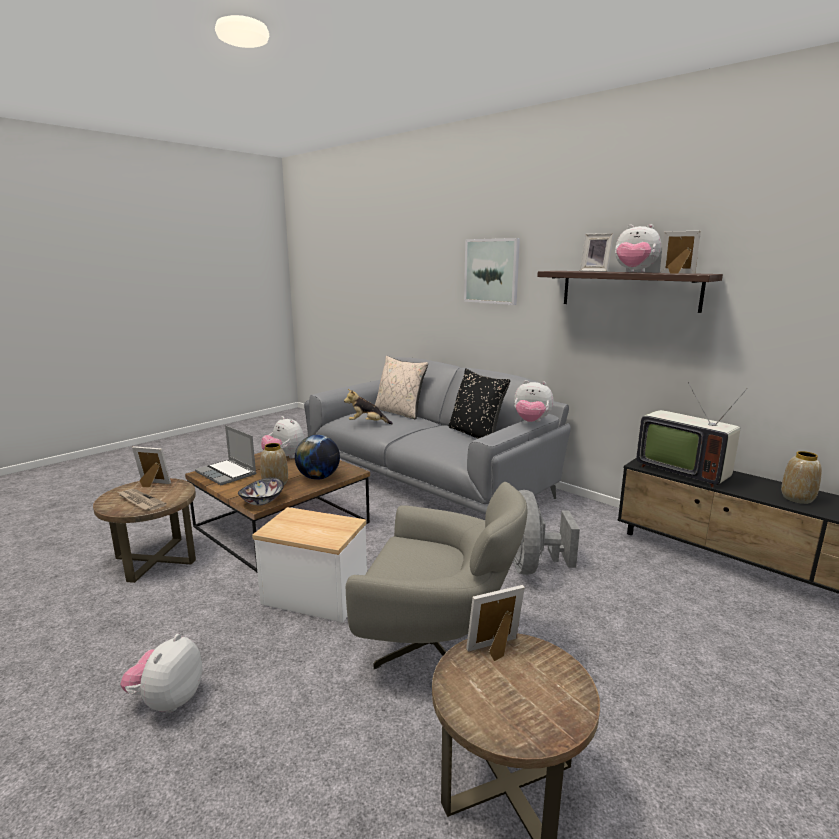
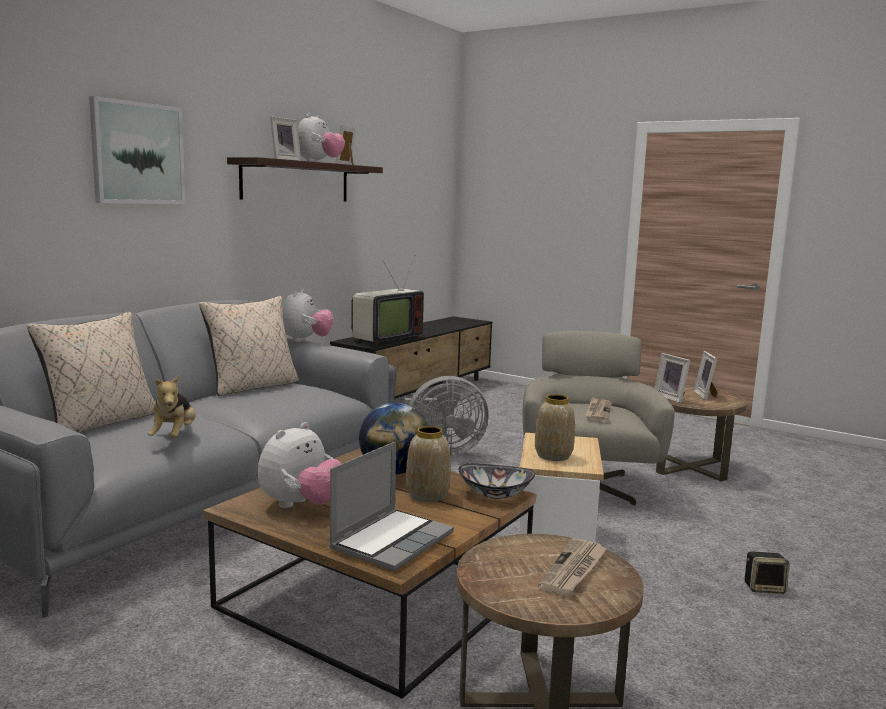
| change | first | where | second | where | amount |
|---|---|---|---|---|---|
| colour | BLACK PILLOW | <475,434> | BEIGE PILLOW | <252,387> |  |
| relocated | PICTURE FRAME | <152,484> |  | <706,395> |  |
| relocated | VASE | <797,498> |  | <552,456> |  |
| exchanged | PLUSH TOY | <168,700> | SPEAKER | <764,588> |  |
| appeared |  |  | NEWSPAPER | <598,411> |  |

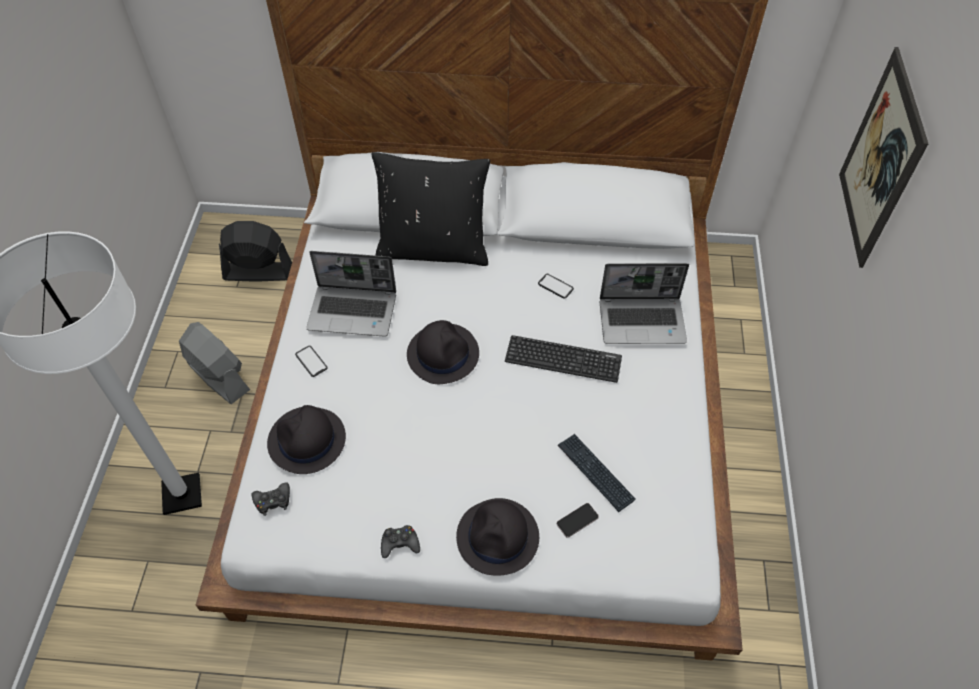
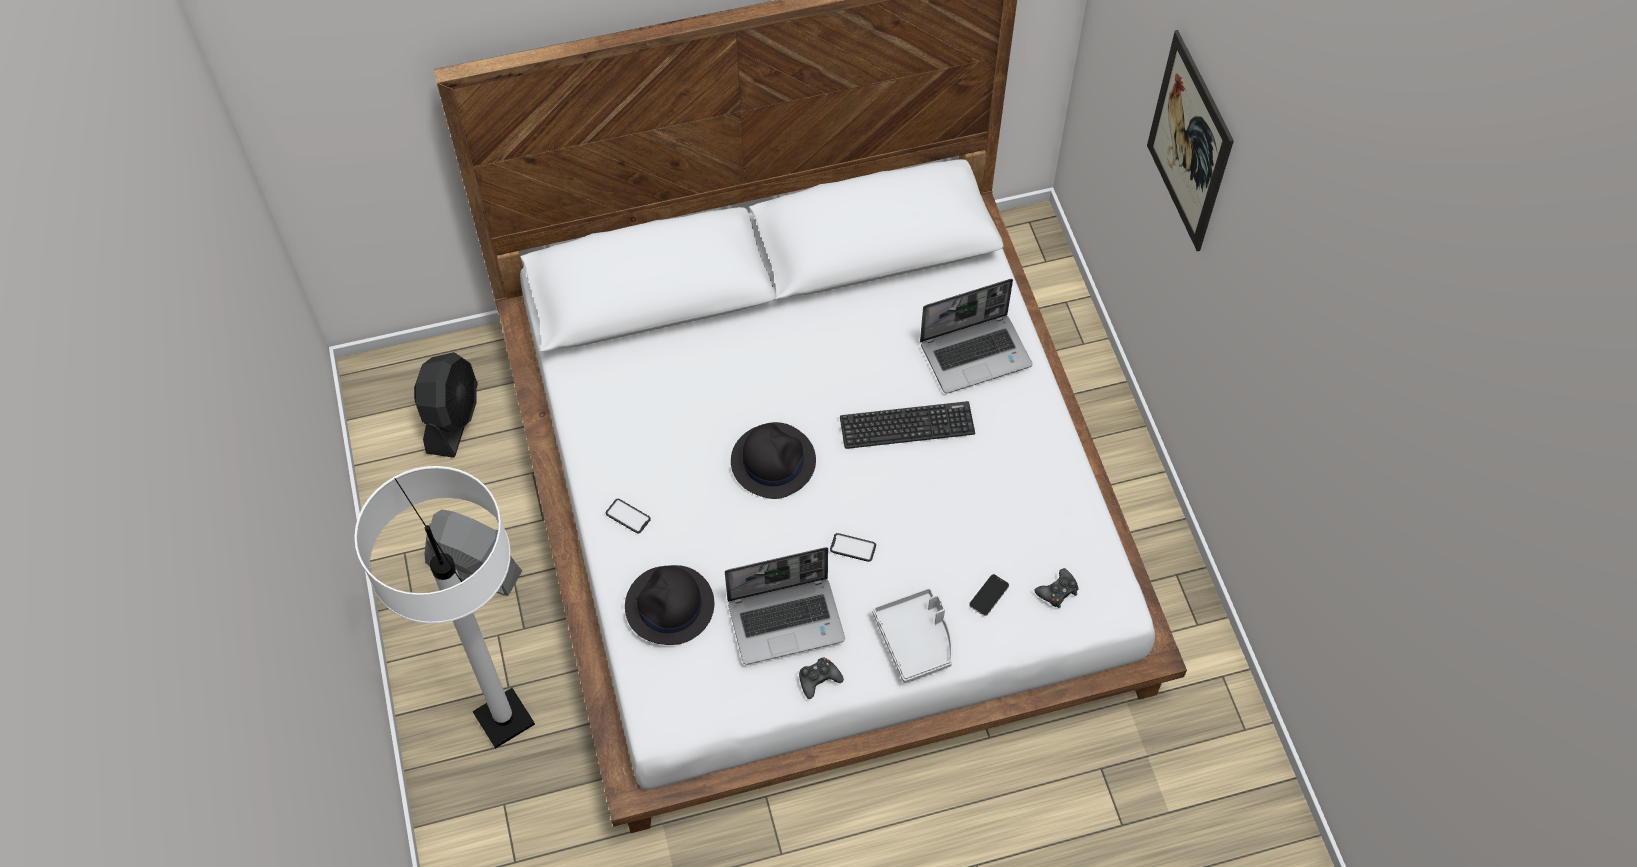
| change | first | where | second | where | amount |
|---|---|---|---|---|---|
| missing | BLACK PILLOW | <434,248> |  |  |  |
| spun | BLACK FAN | <257,271> |  | <452,418> | 120 degrees clockwise |
| relocated | LAPTOP | <354,311> |  | <787,620> |  |
| relocated | PHONE | <555,286> |  | <853,548> |  |
| missing | KEYBOARD | <595,472> |  |  |  |
| relocated | BLACK GAME CONTROLLER | <273,501> |  | <1057,591> |  |
| exchanged | BLACK HAT | <498,537> | GREY TRAY | <916,639> |  |

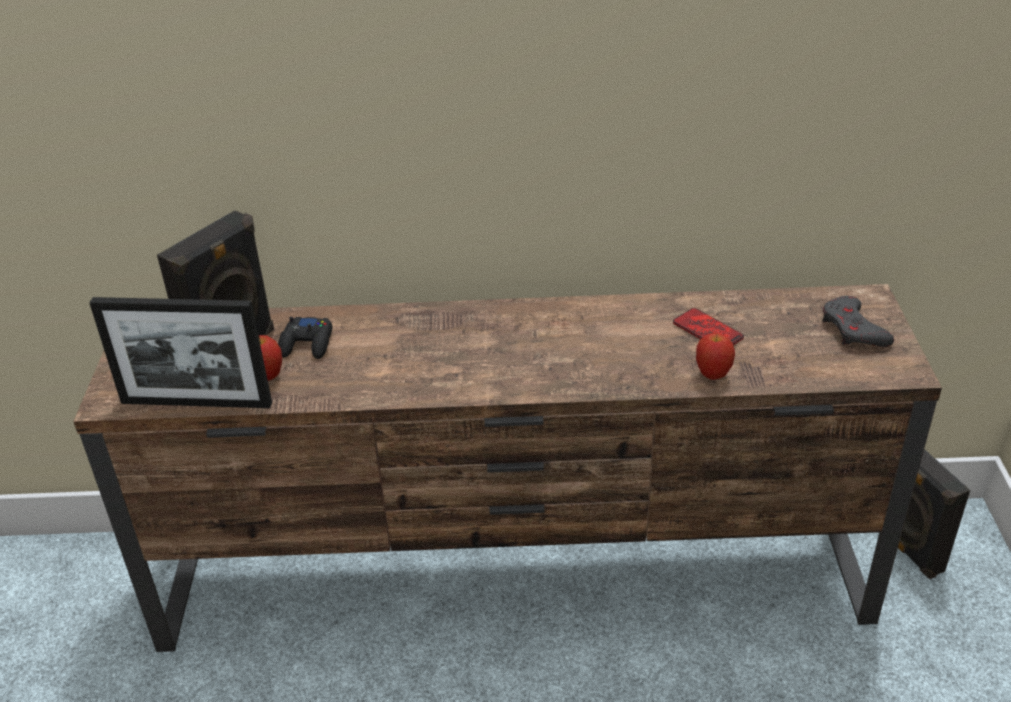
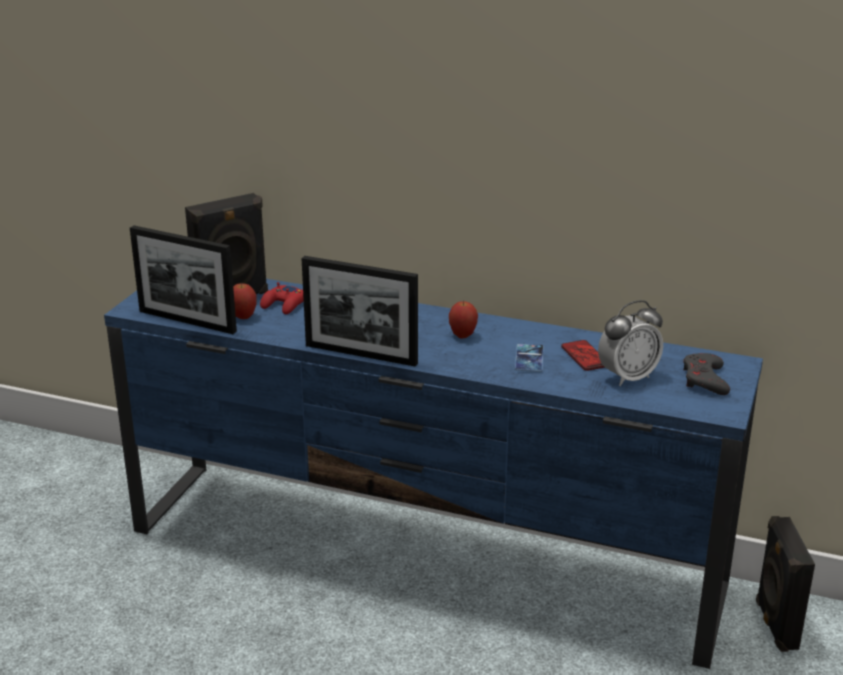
| change | first | where | second | where | amount |
|---|---|---|---|---|---|
| colour | BROWN TV STAND | <517,579> | BLUE TV STAND | <424,558> |  |
| colour | BLACK GAME CONTROLLER | <307,344> | RED GAME CONTROLLER | <284,304> |  |
| relocated | APPLE | <712,375> |  | <463,336> |  |
| appeared |  |  | PICTURE FRAME | <361,354> |  |
| appeared |  |  | ALARM CLOCK | <628,377> |  |
| appeared |  |  | PHONE | <529,358> |  |

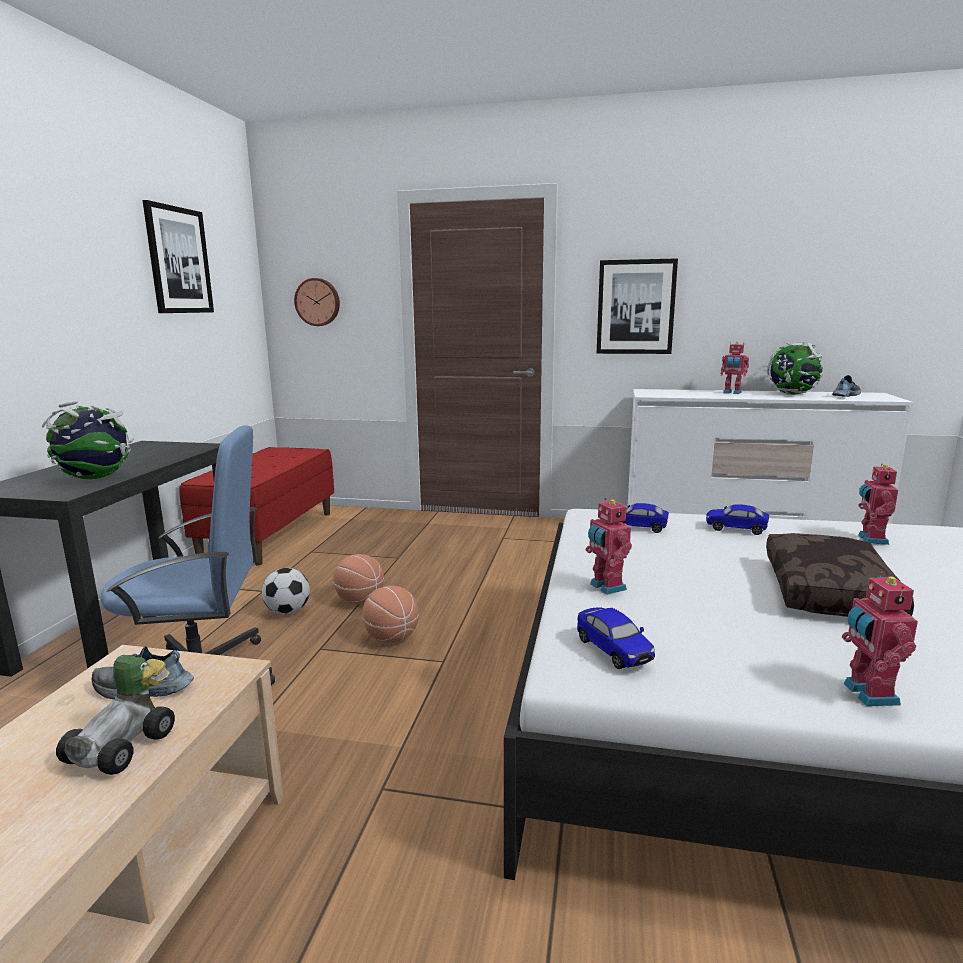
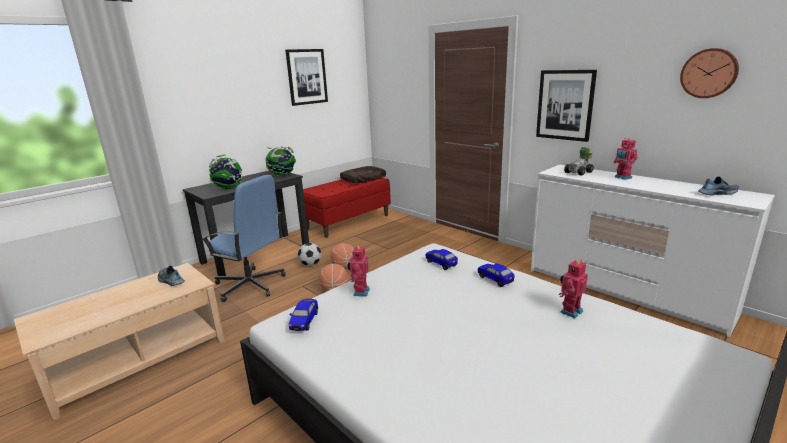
| change | first | where | second | where | amount |
|---|---|---|---|---|---|
| relocated | WALL CLOCK | <318,302> |  | <709,73> |  |
| relocated | GLOBE | <791,394> |  | <282,175> |  |
| relocated | BROWN PILLOW | <831,592> |  | <363,180> |  |
| missing | TOY ROBOT | <867,694> |  |  |  |
| relocated | TOY CAR | <127,744> |  | <580,172> |  |

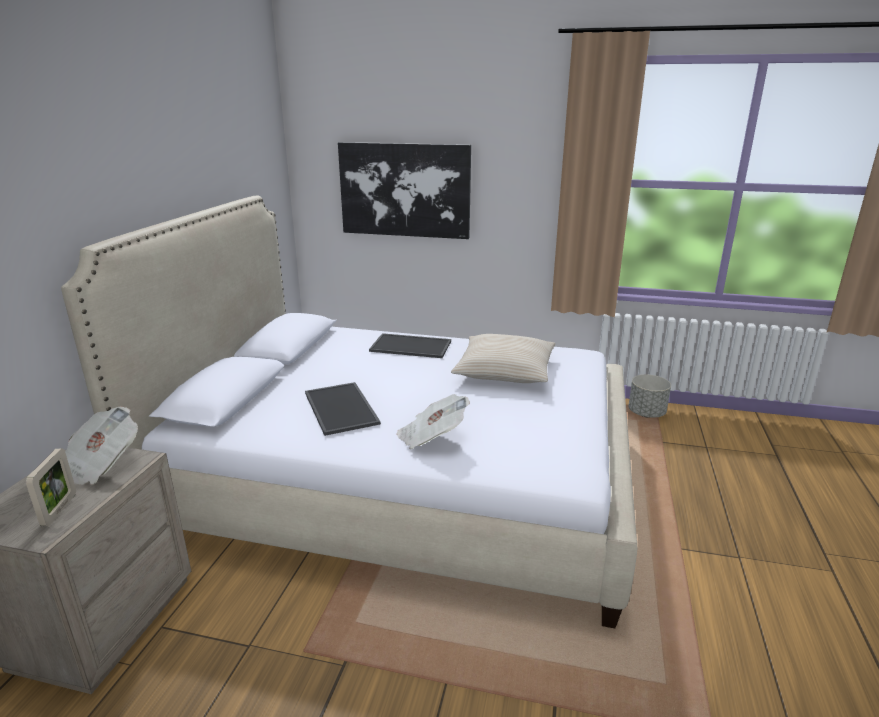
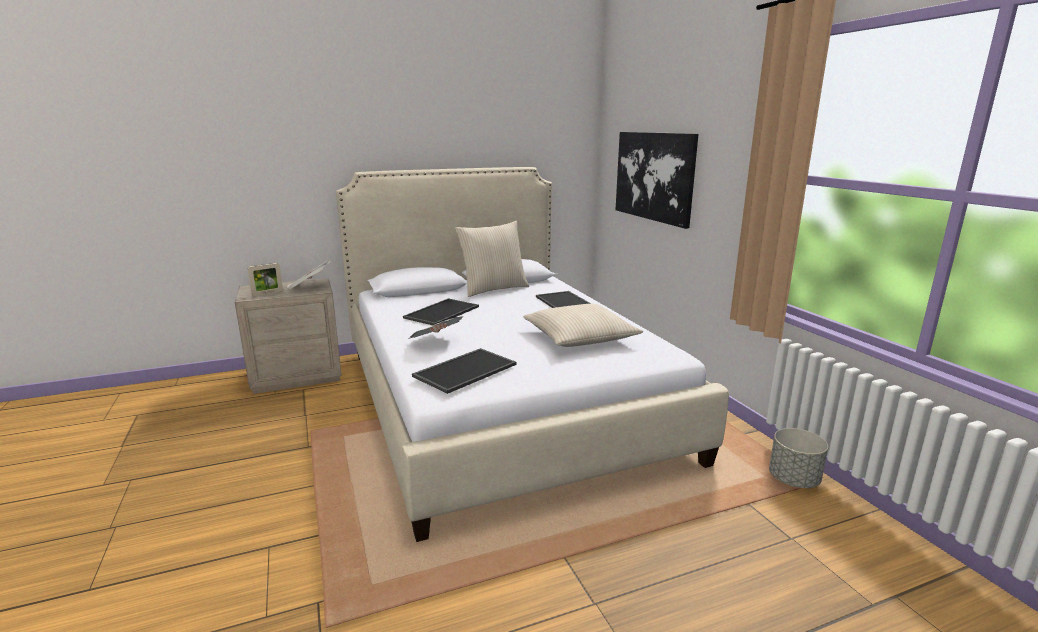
| change | first | where | second | where | amount |
|---|---|---|---|---|---|
| appeared |  |  | BEIGE PILLOW | <493,289> |  |
| appeared |  |  | TRAY | <465,369> |  |

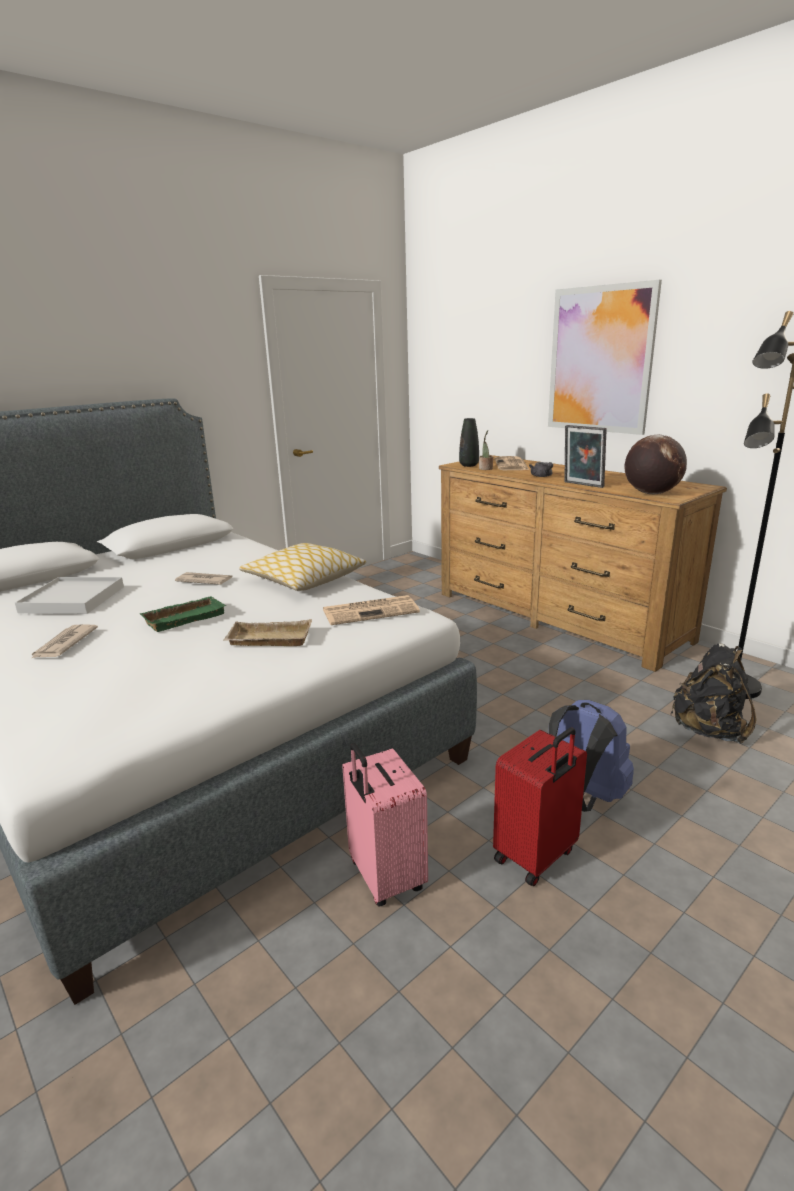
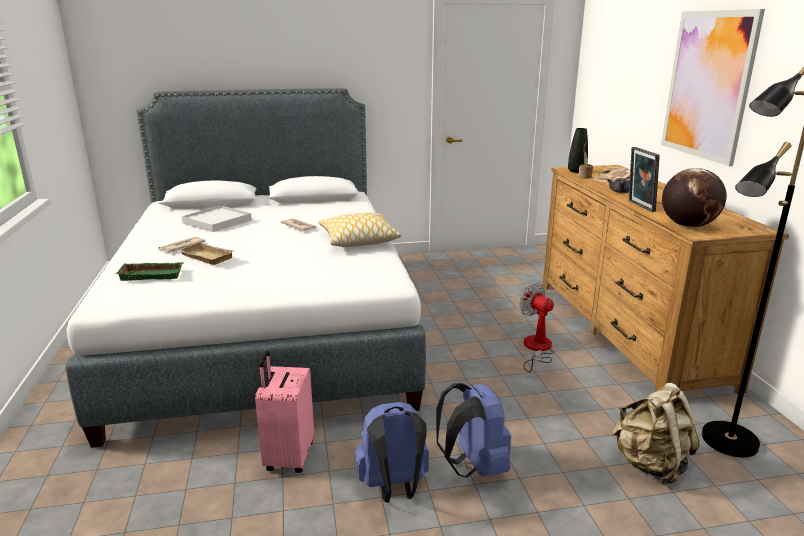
| change | first | where | second | where | amount |
|---|---|---|---|---|---|
| missing | NEWSPAPER | <371,611> |  |  |  |
| relocated | GREEN TRAY | <185,617> |  | <153,274> |  |
| relocated | BEIGE TRAY | <268,640> |  | <204,257> |  |
| colour | BLACK BACKPACK | <709,730> | BEIGE BACKPACK | <650,465> |  |
| exchanged | RED SUITCASE | <536,856> | BLUE BACKPACK | <394,488> |  |
| appeared |  |  | FAN | <536,349> |  |

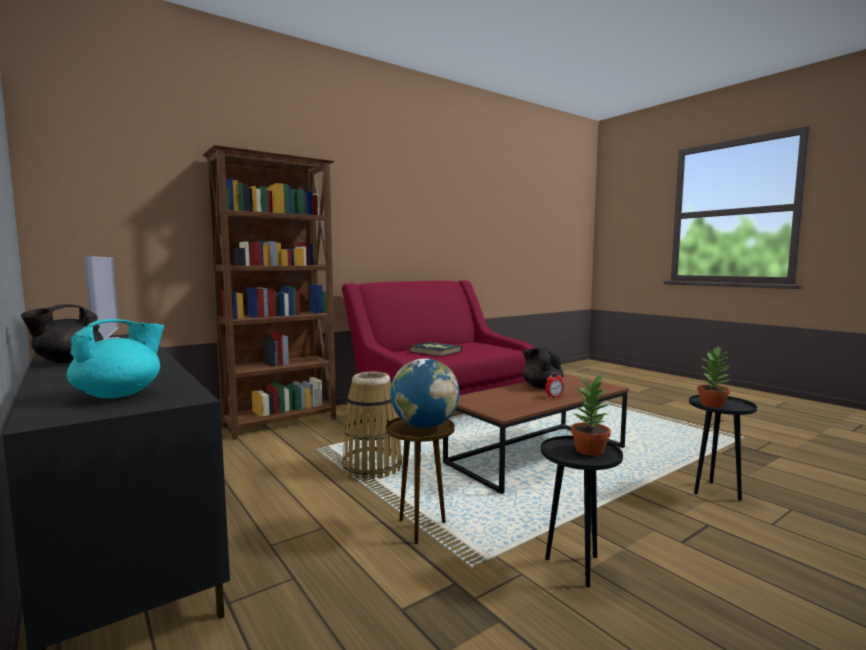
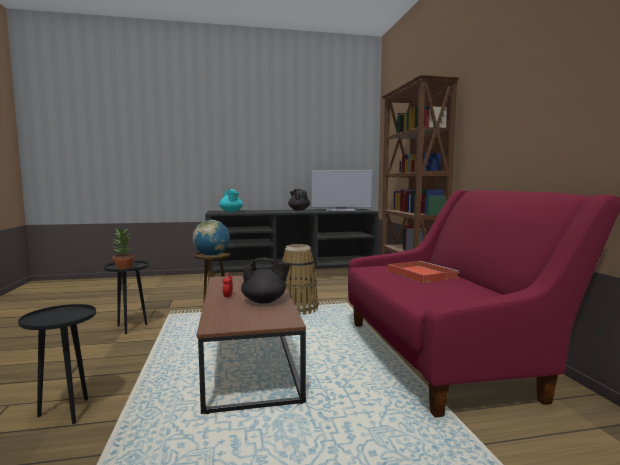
| change | first | where | second | where | amount |
|---|---|---|---|---|---|
| exchanged | BOOK | <435,351> | RED TRAY | <420,274> |  |
| missing | POTTED PLANT | <712,405> |  |  |  |

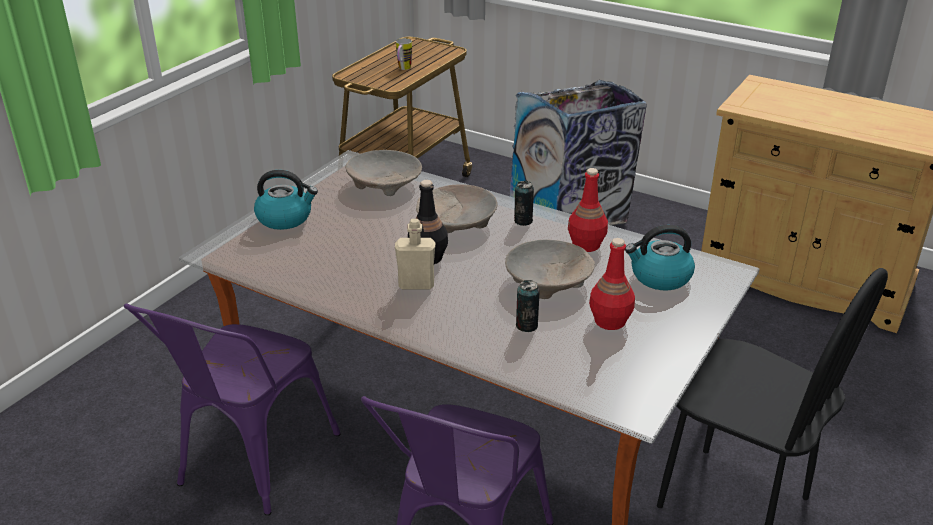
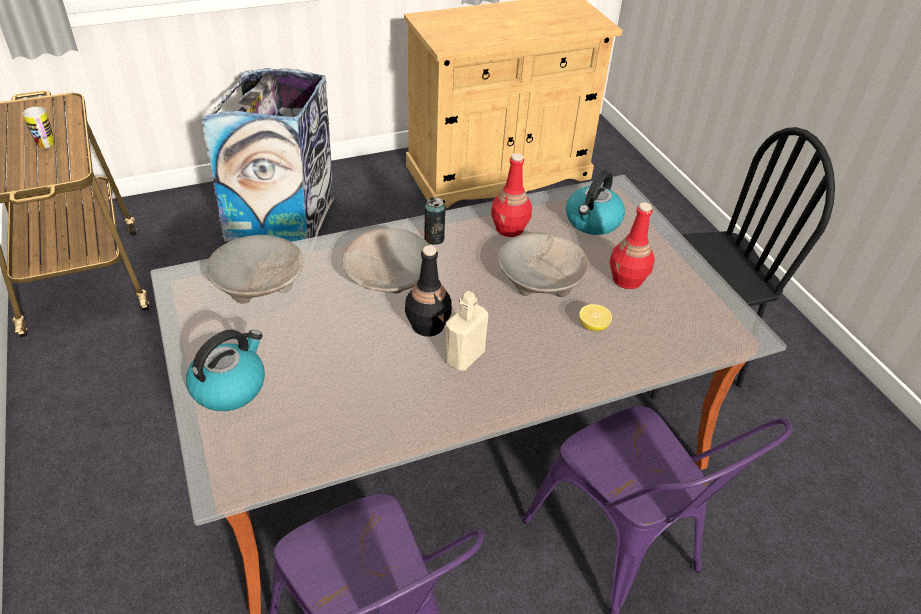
| change | first | where | second | where | amount |
|---|---|---|---|---|---|
| exchanged | CAN | <526,325> | LEMON | <593,326> |  |

